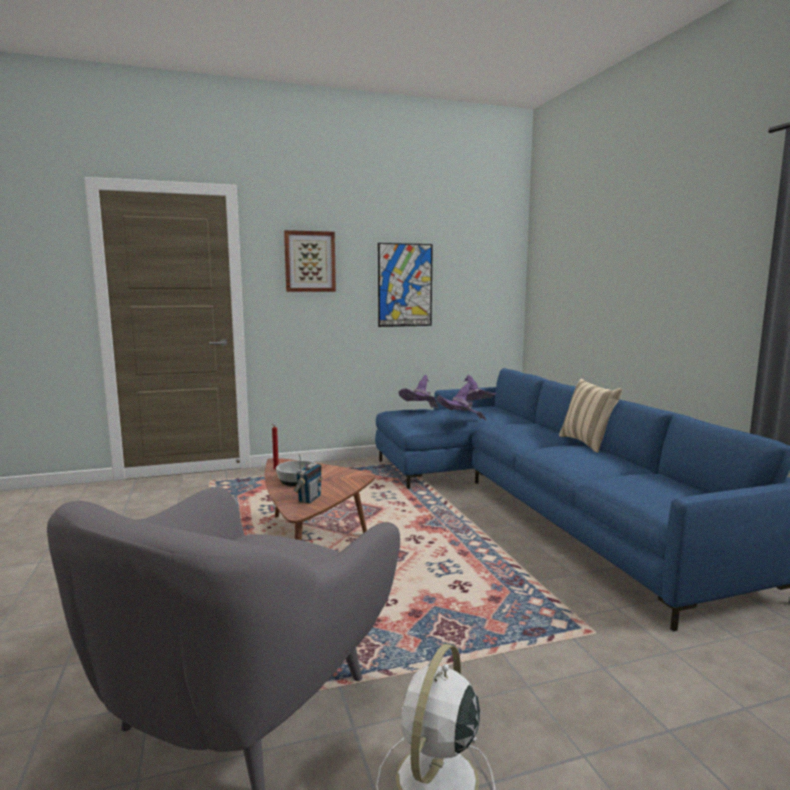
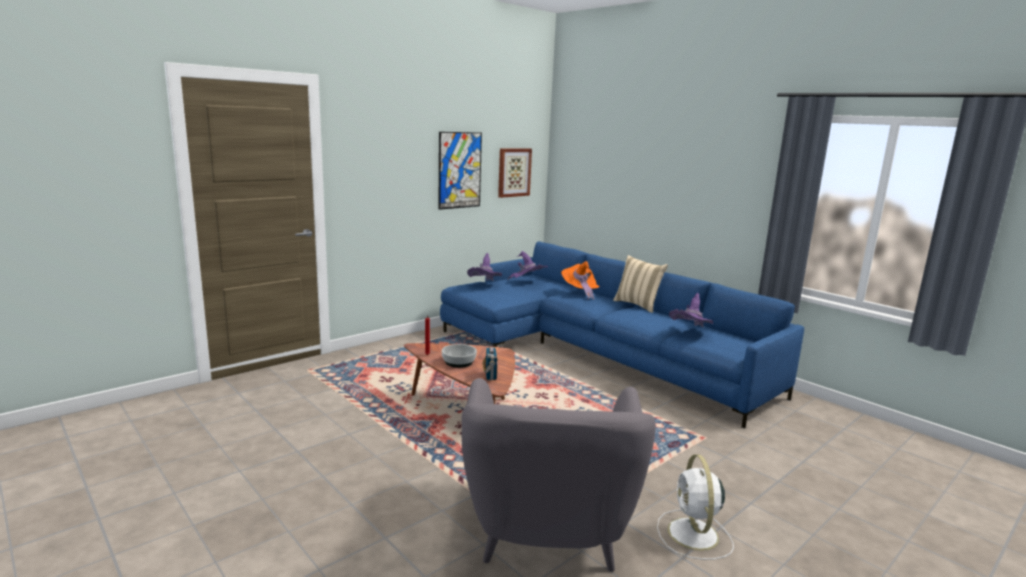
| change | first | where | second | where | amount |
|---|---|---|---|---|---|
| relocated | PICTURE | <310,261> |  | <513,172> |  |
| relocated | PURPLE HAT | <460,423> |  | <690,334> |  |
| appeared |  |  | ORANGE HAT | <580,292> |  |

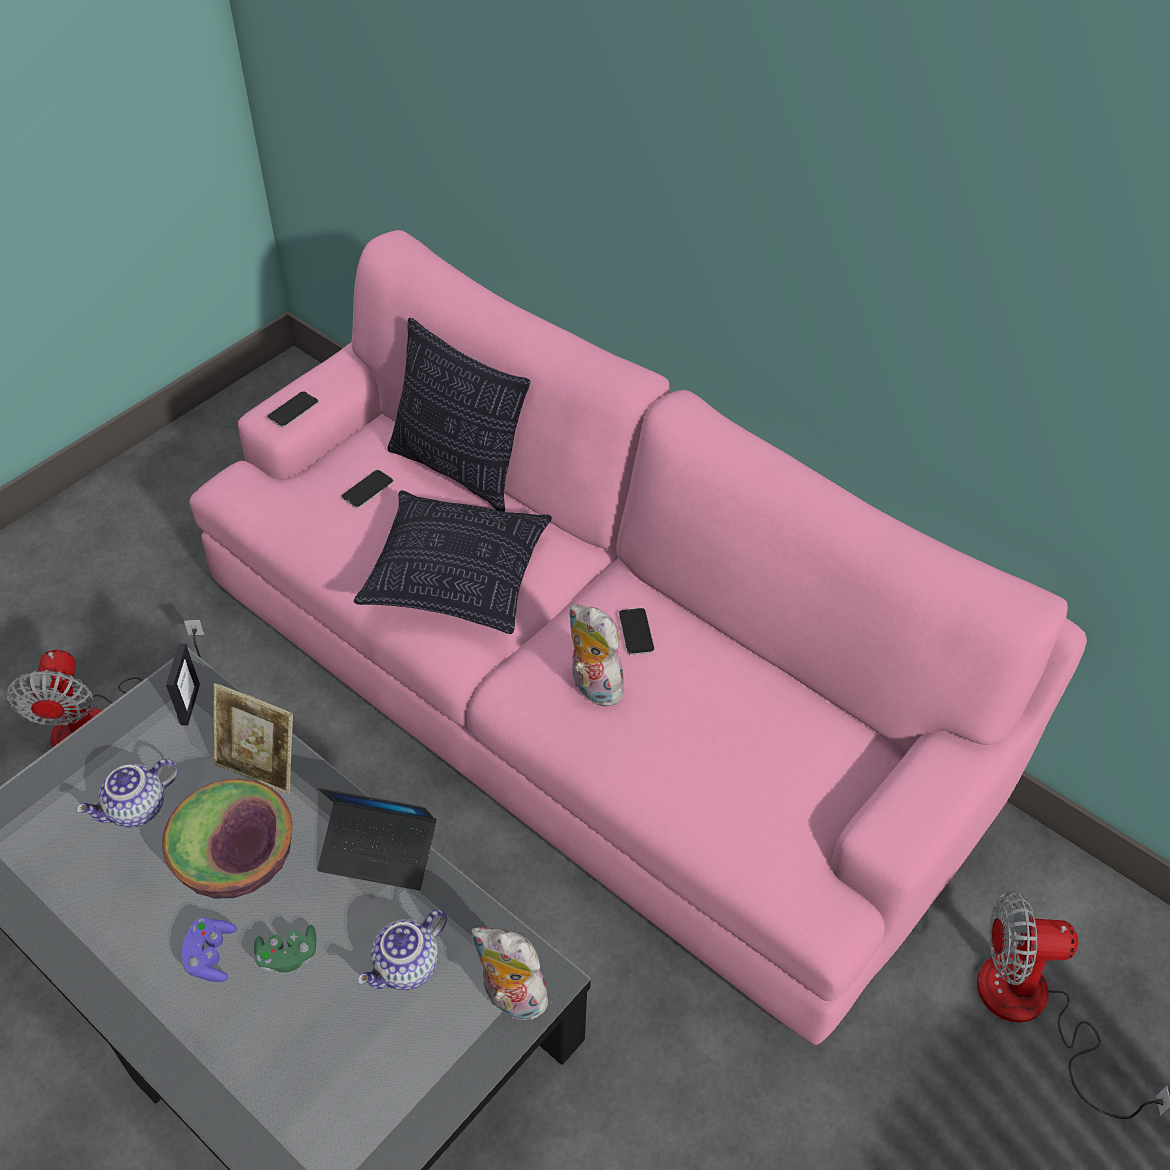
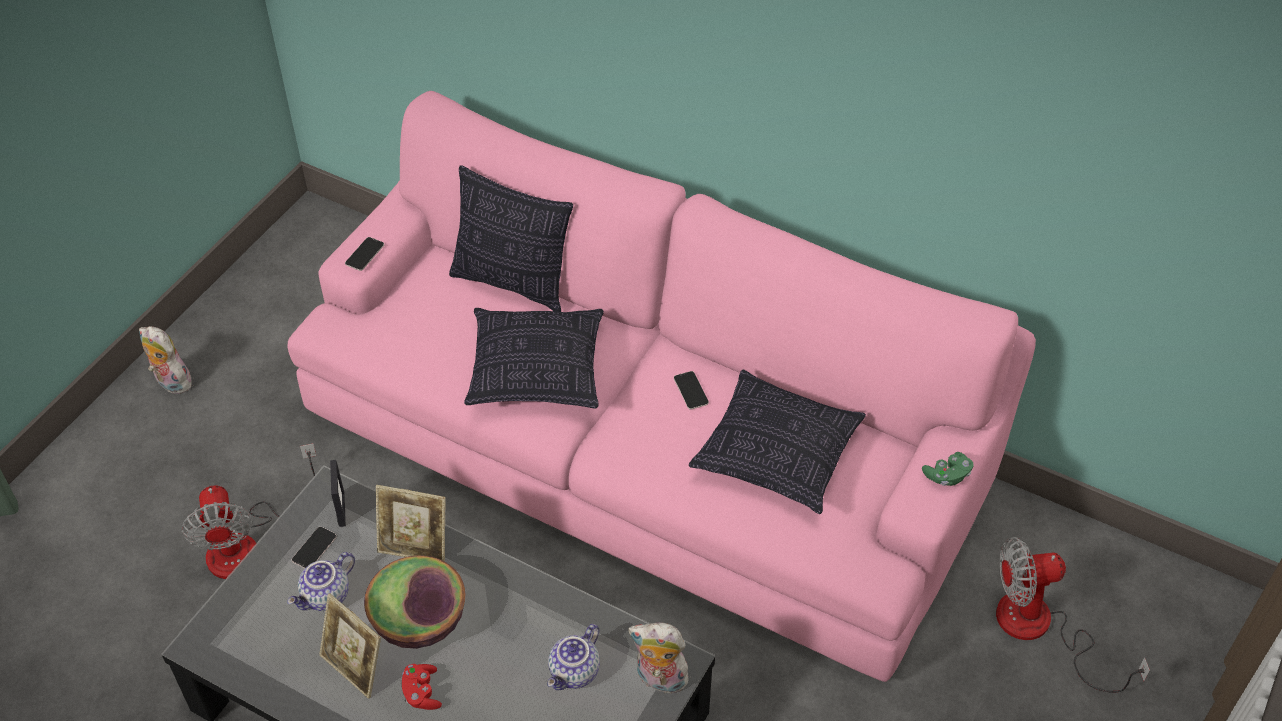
| change | first | where | second | where | amount |
|---|---|---|---|---|---|
| relocated | PHONE | <367,490> |  | <314,548> |  |
| relocated | PLUSH TOY | <592,686> |  | <170,382> |  |
| missing | LAPTOP | <379,851> |  |  |  |
| colour | PURPLE GAME CONTROLLER | <211,956> | RED GAME CONTROLLER | <422,692> |  |
| relocated | GREEN GAME CONTROLLER | <288,955> |  | <947,476> |  |
| appeared |  |  | PILLOW | <777,455> |  |
| appeared |  |  | PICTURE FRAME | <355,667> |  |

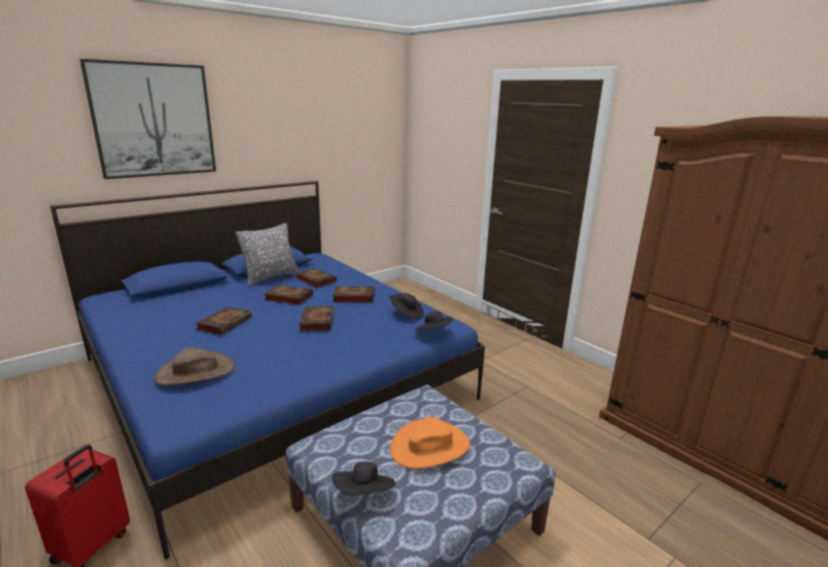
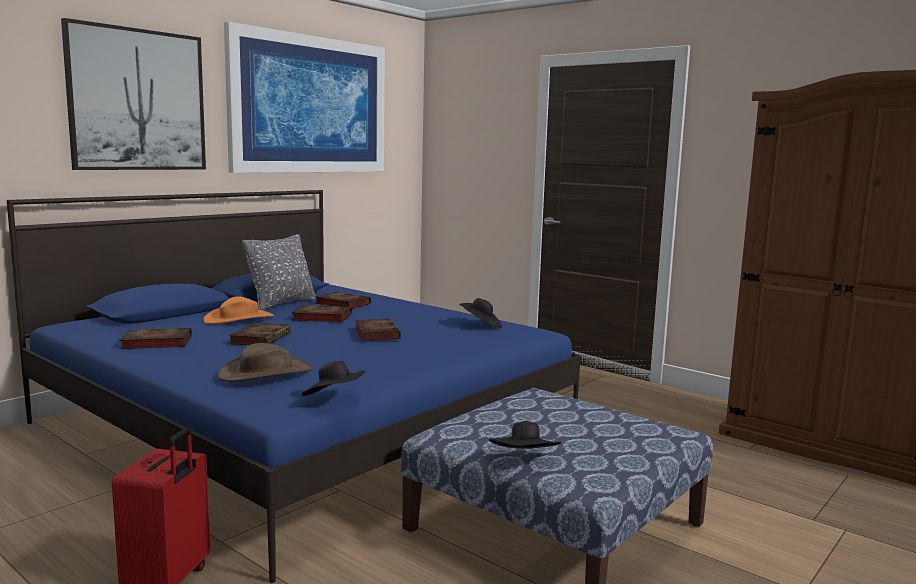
| change | first | where | second | where | amount |
|---|---|---|---|---|---|
| relocated | BOOK | <353,297> |  | <155,343> |  |
| relocated | BLACK HAT | <433,333> |  | <334,399> |  |
| relocated | ORANGE HAT | <430,446> |  | <239,319> |  |
| appeared |  |  | PICTURE | <310,105> |  |

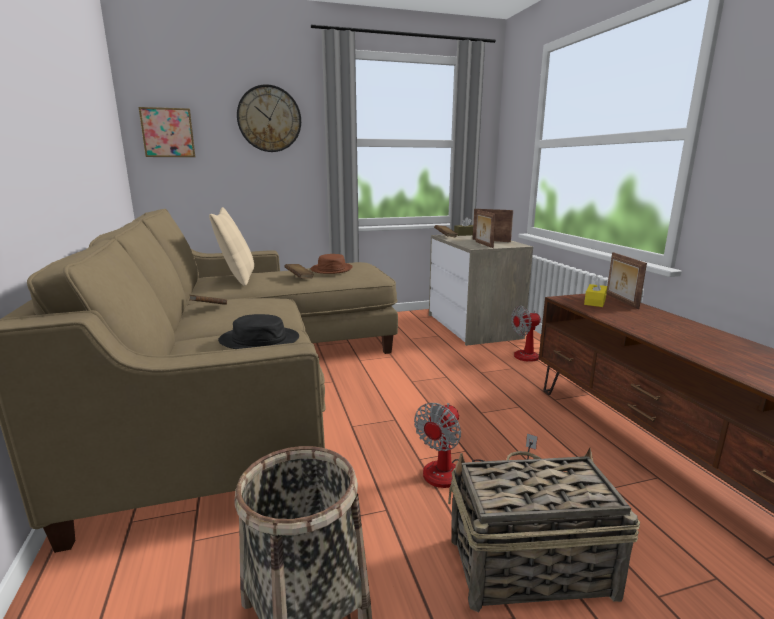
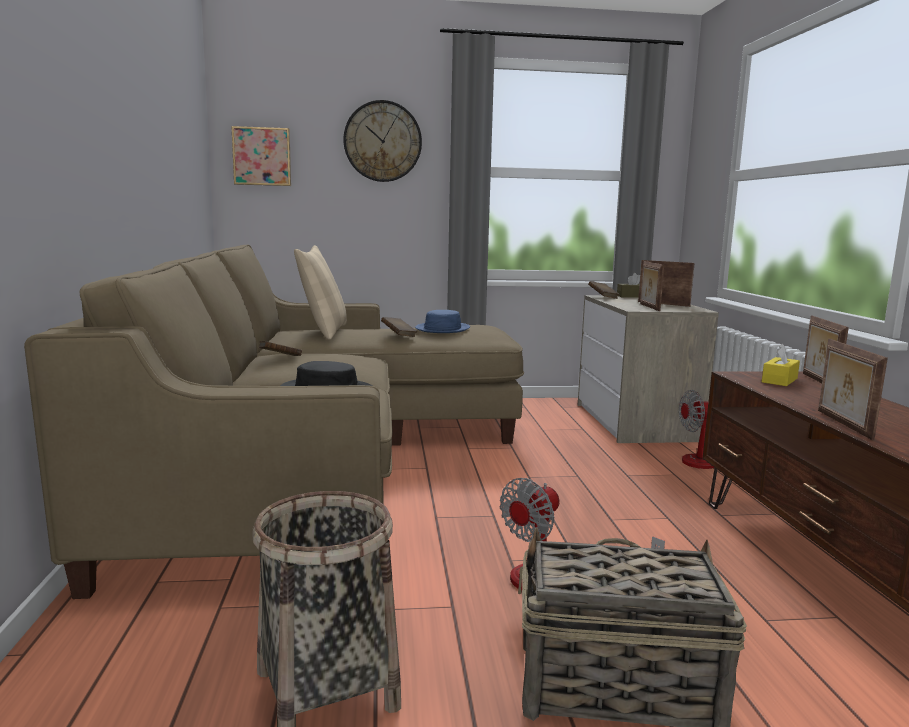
| change | first | where | second | where | amount |
|---|---|---|---|---|---|
| colour | BROWN HAT | <331,269> | BLUE HAT | <442,329> |  |
| appeared |  |  | PICTURE FRAME | <842,424> |  |

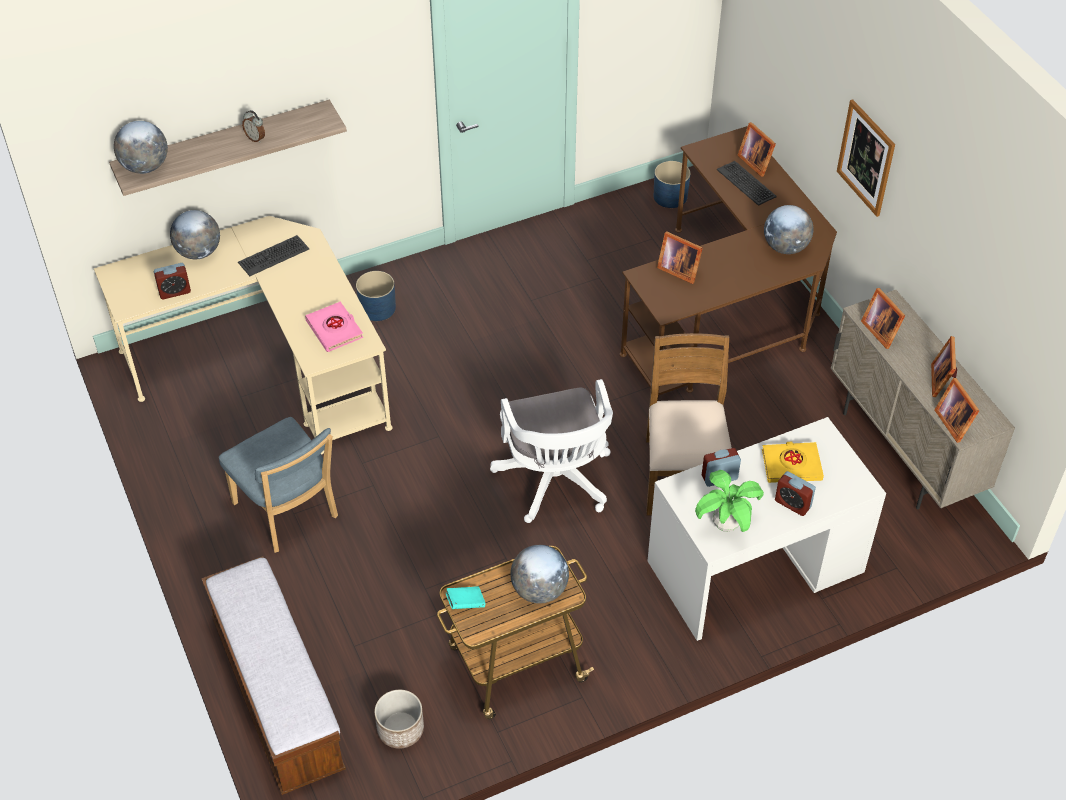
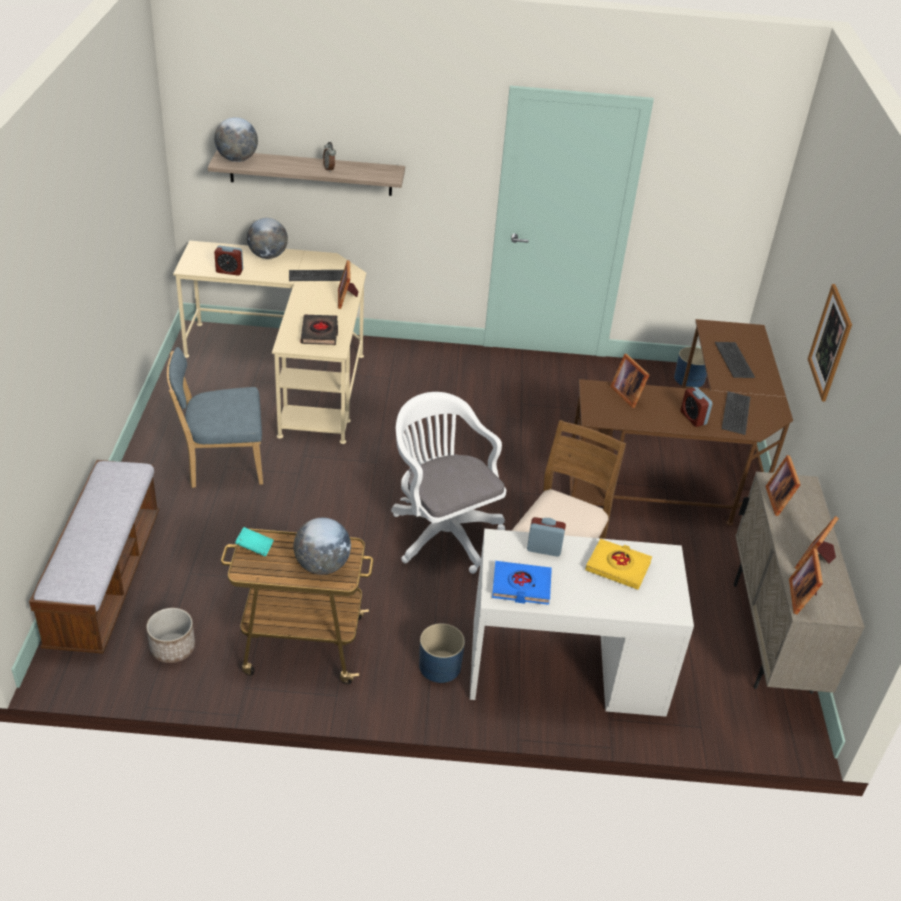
| change | first | where | second | where | amount |
|---|---|---|---|---|---|
| relocated | PICTURE FRAME | <755,162> |  | <347,298> |  |
| exchanged | GLOBE | <785,247> | KEYBOARD | <736,413> |  |
| relocated | BLUE PLANTER | <377,308> |  | <440,666> |  |
| colour | PINK BOOK | <335,329> | BLACK BOOK | <320,333> |  |
| spun | WHITE OFFICE CHAIR | <556,483> |  | <442,531> | 135 degrees clockwise |
| spun | BLUE CHAIR | <288,513> |  | <221,465> | 90 degrees clockwise |
| exchanged | POTTED PLANT | <726,525> | BLUE BOOK | <521,586> |  |
| relocated | ALARM CLOCK | <792,504> |  | <693,418> |  |

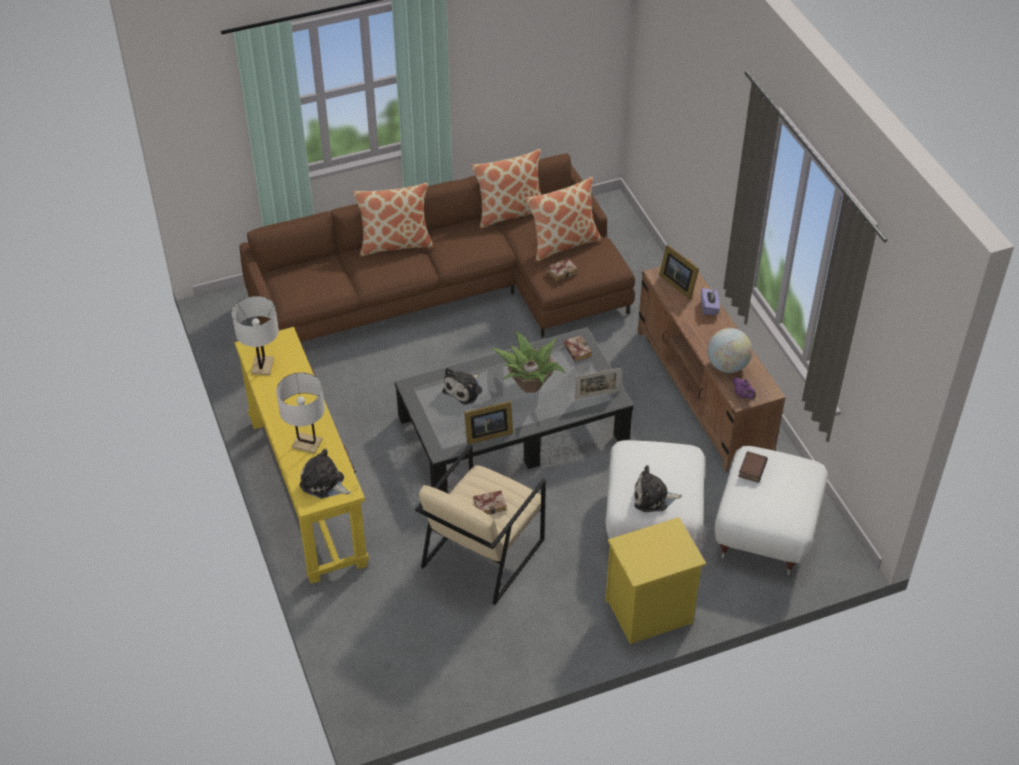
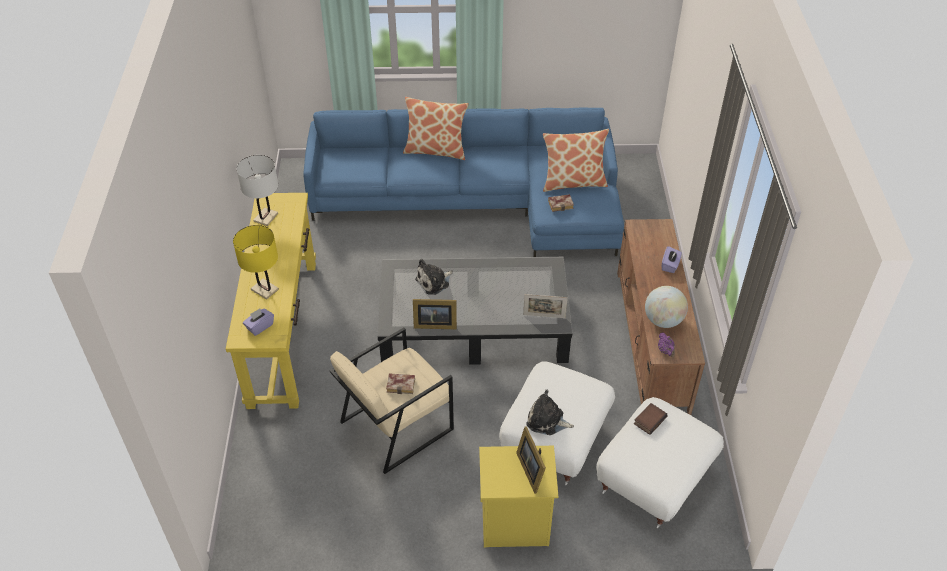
| change | first | where | second | where | amount |
|---|---|---|---|---|---|
| missing | PILLOW | <510,213> |  |  |  |
| colour | BROWN SOFA | <451,290> | BLUE SOFA | <477,201> |  |
| relocated | PICTURE FRAME | <678,283> |  | <531,469> |  |
| missing | POTTED PLANT | <529,384> |  |  |  |
| missing | BOOK | <576,350> |  |  |  |
| colour | WHITE TABLE LAMP | <307,443> | YELLOW TABLE LAMP | <265,289> |  |
| exchanged | PLUSH TOY | <324,483> | PURPLE TISSUE BOX | <259,326> |  |

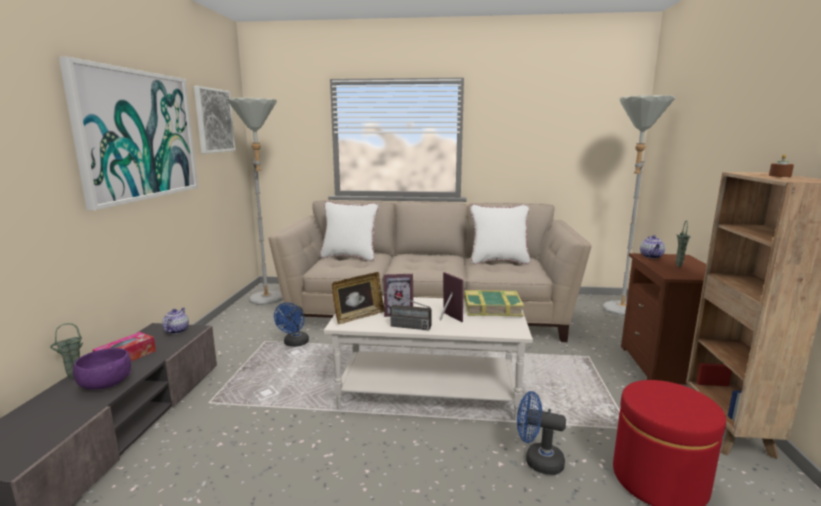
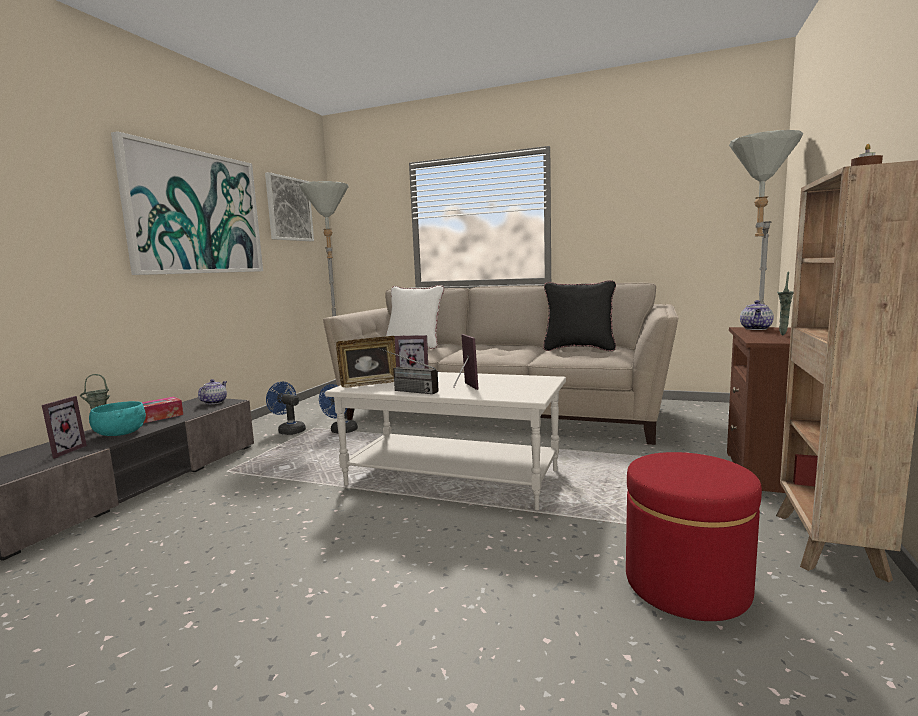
| change | first | where | second | where | amount |
|---|---|---|---|---|---|
| colour | WHITE PILLOW | <498,261> | BLACK PILLOW | <579,349> |  |
| missing | BOOK | <492,308> |  |  |  |
| colour | PURPLE BOWL | <105,384> | TURQUOISE BOWL | <120,434> |  |
| relocated | BLUE FAN | <537,460> |  | <289,430> |  |
| appeared |  |  | PICTURE FRAME | <62,451> |  |

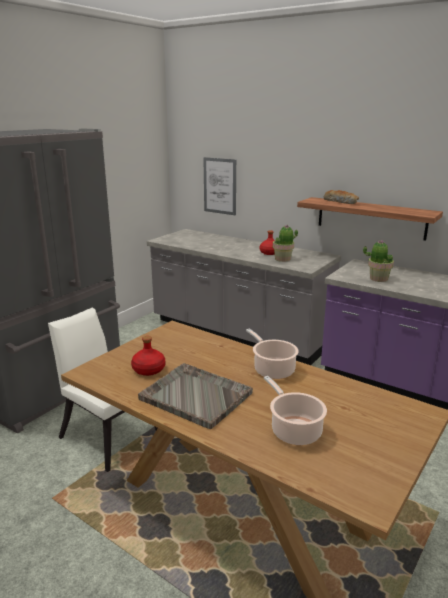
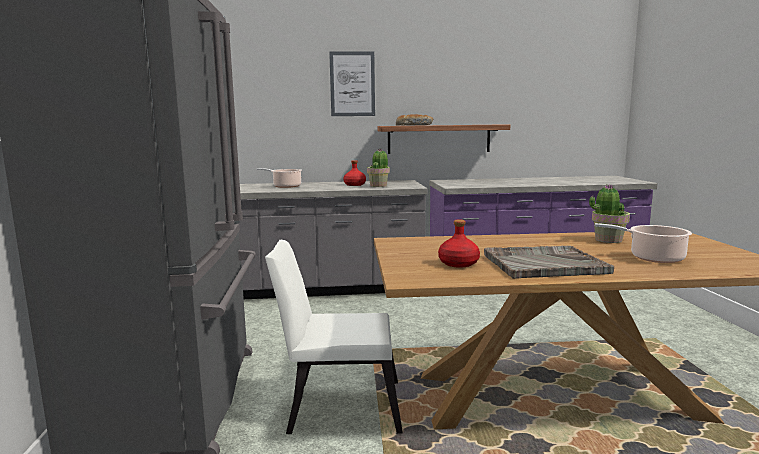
| change | first | where | second | where | amount |
|---|---|---|---|---|---|
| relocated | PICTURE | <220,186> |  | <352,84> |  |
| relocated | POTTED PLANT | <378,279> |  | <607,240> |  |
| relocated | COOKING POT | <272,369> |  | <285,186> |  |

